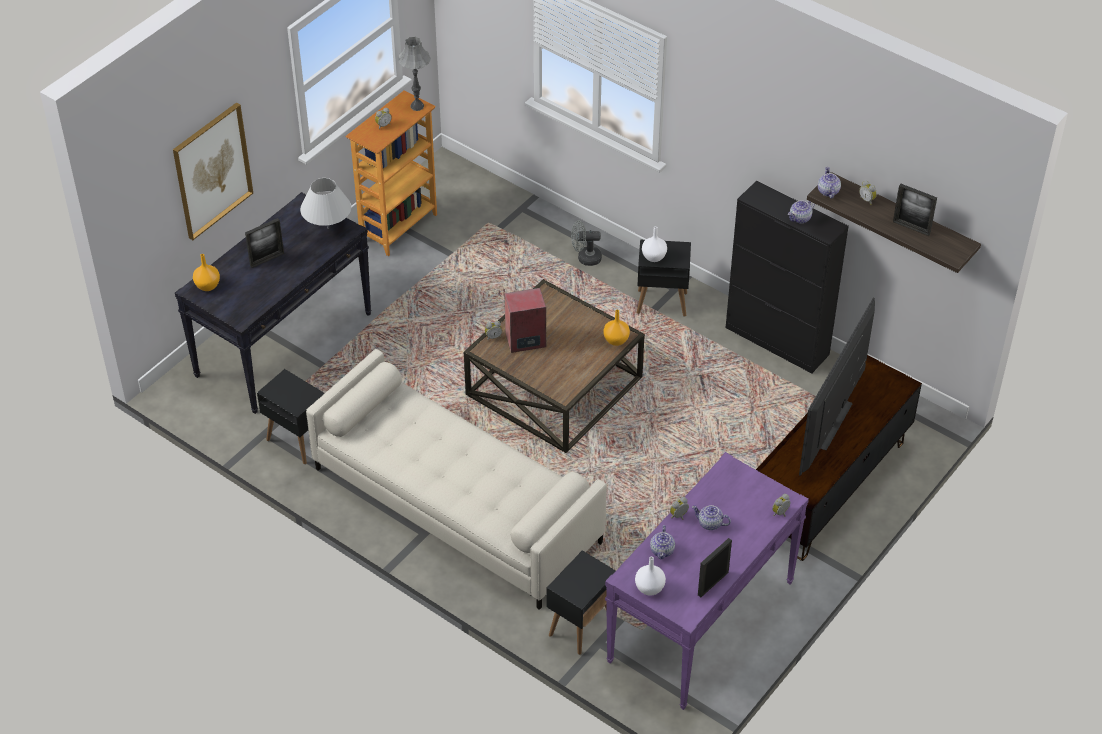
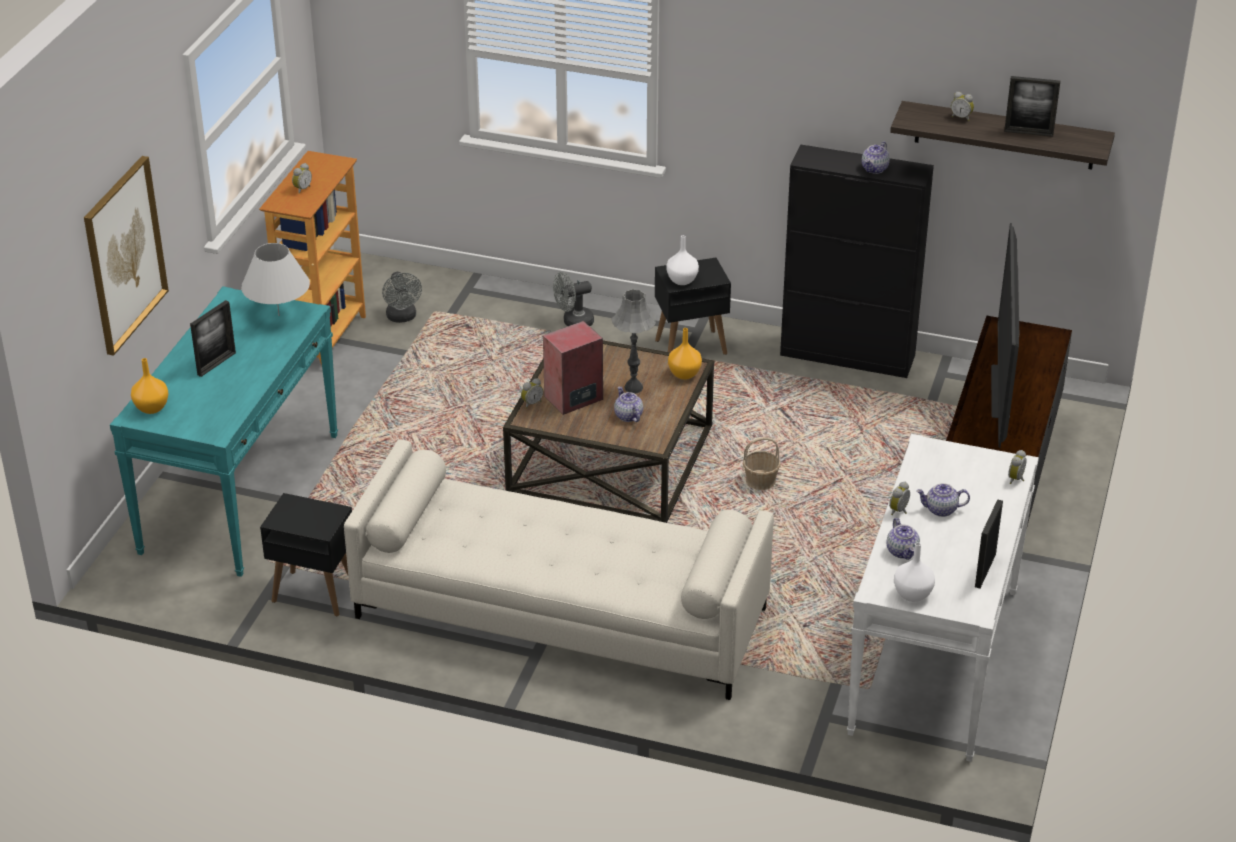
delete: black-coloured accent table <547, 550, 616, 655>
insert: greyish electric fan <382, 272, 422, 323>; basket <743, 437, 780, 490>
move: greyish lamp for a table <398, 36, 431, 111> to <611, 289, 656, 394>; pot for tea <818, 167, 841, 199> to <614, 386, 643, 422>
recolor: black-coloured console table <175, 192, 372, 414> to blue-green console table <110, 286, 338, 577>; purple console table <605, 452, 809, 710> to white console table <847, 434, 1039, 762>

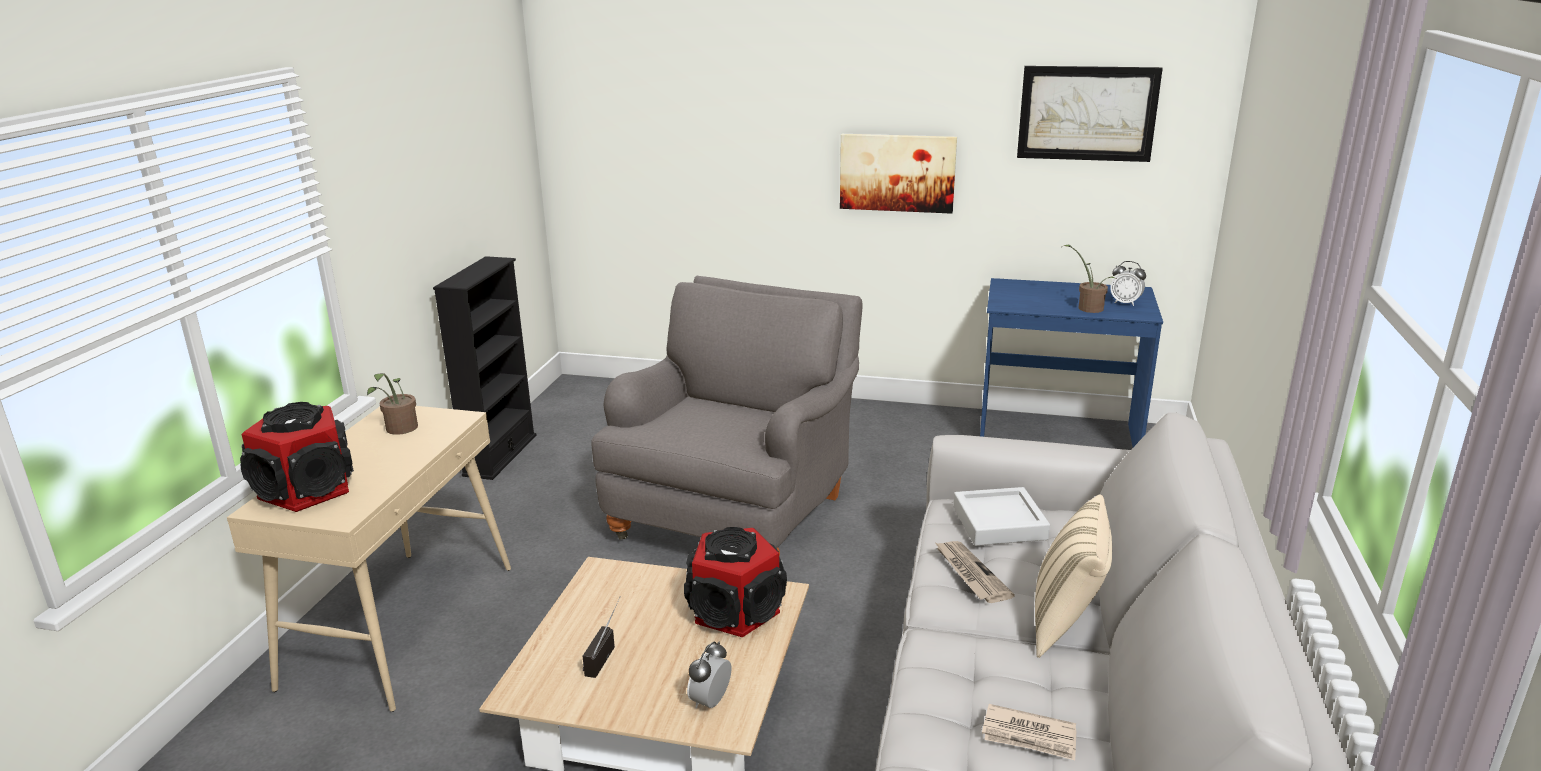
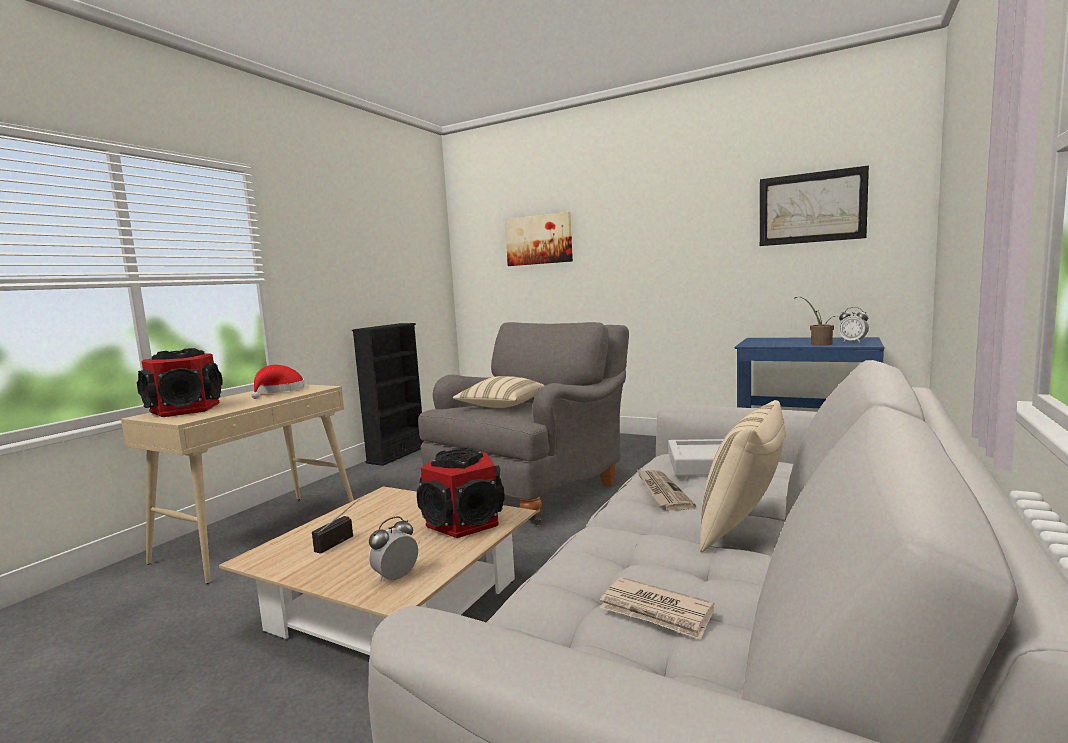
insert: beige cushion <453, 376, 545, 408>
move: picture <840, 134, 957, 214> to <505, 212, 573, 266>
replace: potted plant <367, 373, 418, 435> to reddish clothing hat <251, 365, 305, 399>

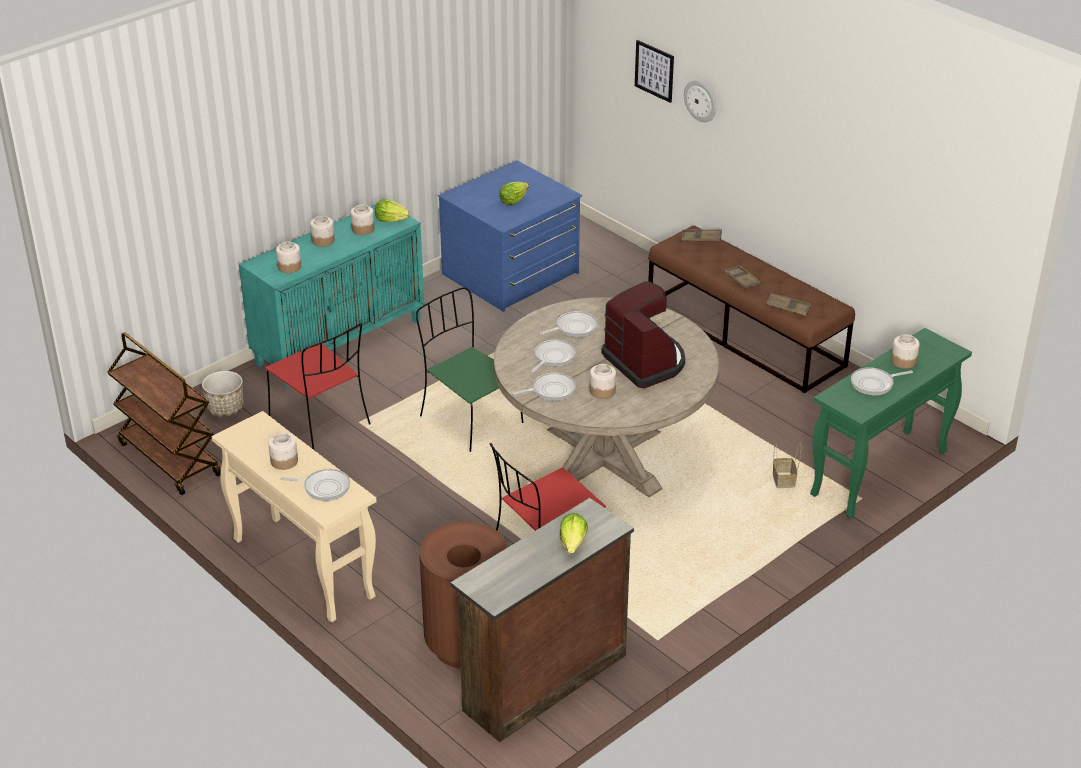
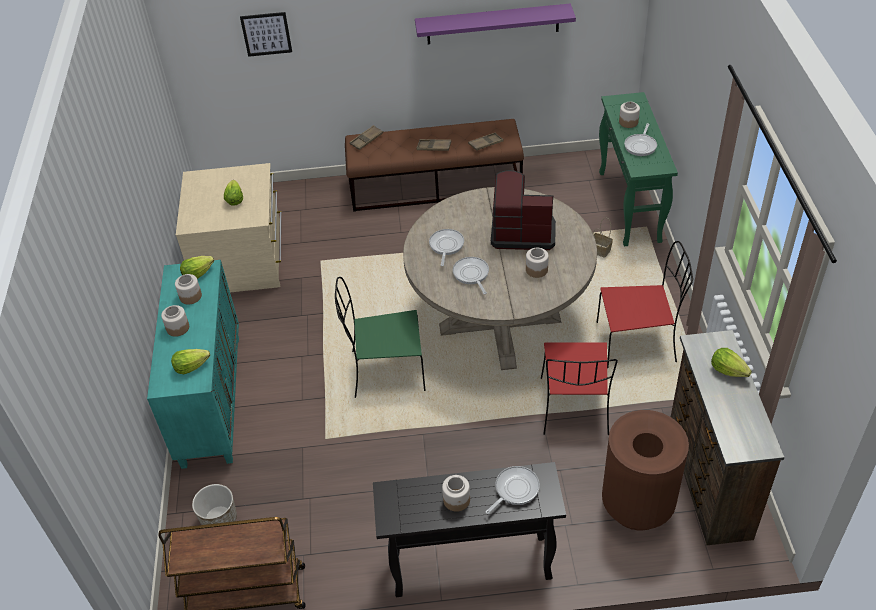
delete: wall clock <684, 80, 716, 122>; frying pan <512, 373, 576, 401>
insert: purple bracket shelf <415, 3, 576, 44>
move: reddish plain chair <265, 323, 370, 450> to <596, 241, 693, 368>
replace: jar <276, 241, 301, 273> to lettuce <171, 349, 210, 374>
recolor: bluish dresser <438, 160, 582, 312> to beige dresser <176, 163, 282, 292>; beige console table <211, 411, 377, 623> to black-coloured console table <373, 462, 566, 597>

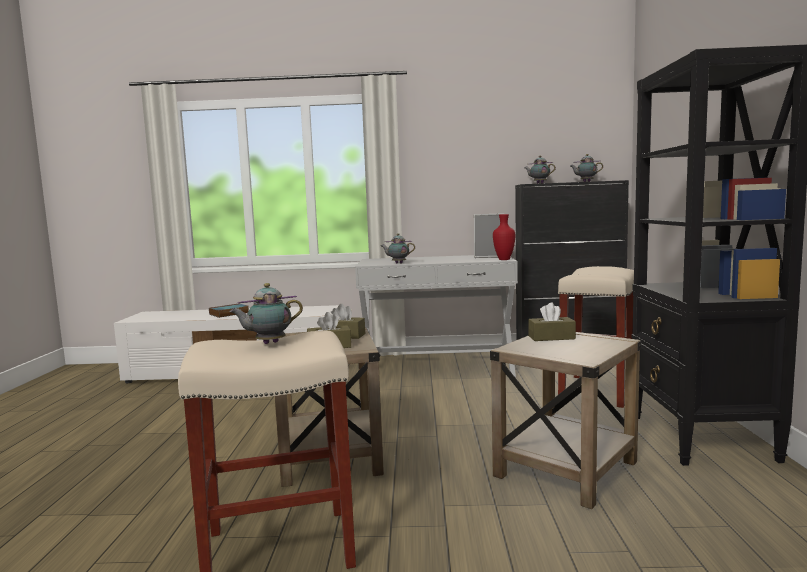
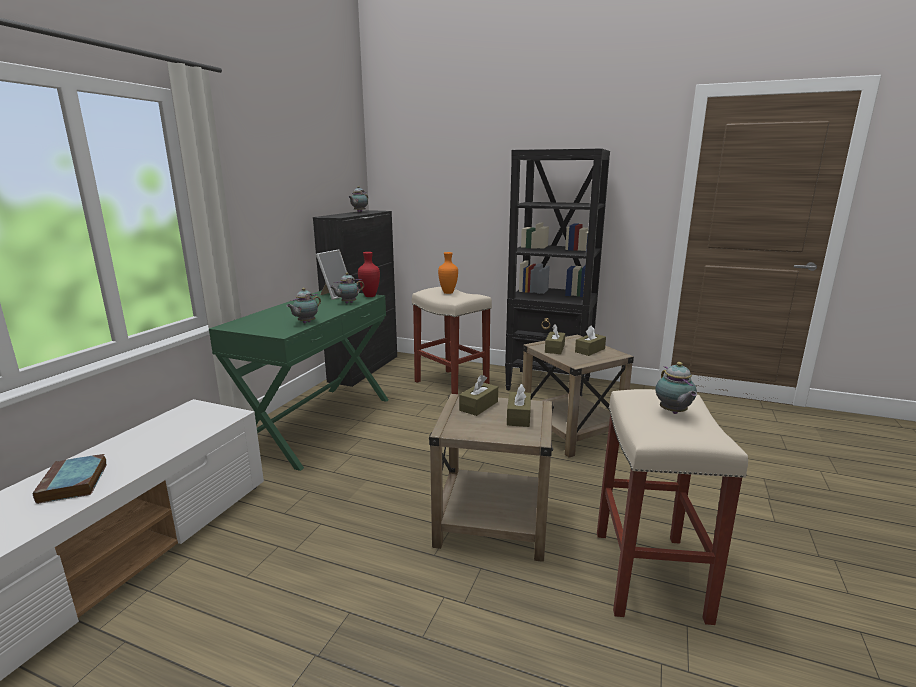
insert: orange decorative vase <438, 252, 458, 294>; brownish box of tissues <575, 325, 606, 356>
move: pot for tea <524, 156, 556, 184> to <330, 273, 364, 304>
recolor: white console table <355, 255, 518, 377> to greenish console table <209, 290, 389, 471>

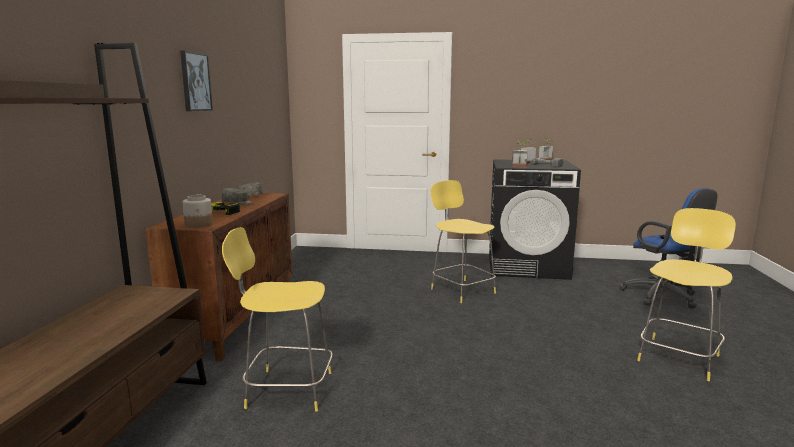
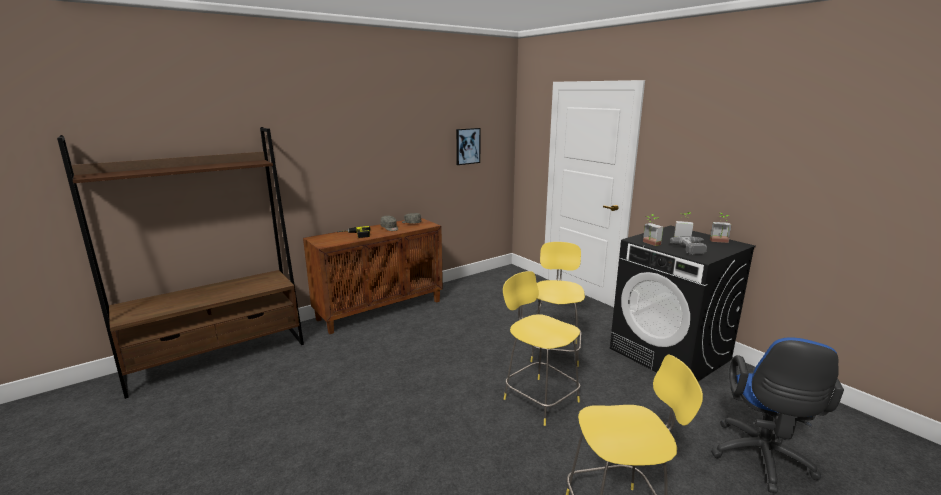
delete: jar <183, 195, 213, 228>
move: picture <180, 51, 213, 111> to <456, 128, 481, 165>; yellow stool <222, 227, 333, 411> to <503, 271, 580, 426>

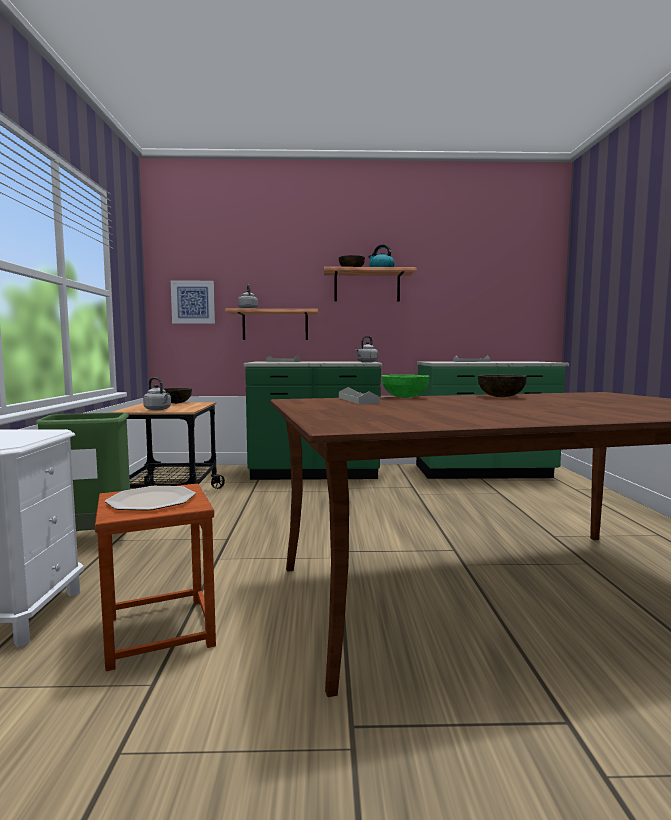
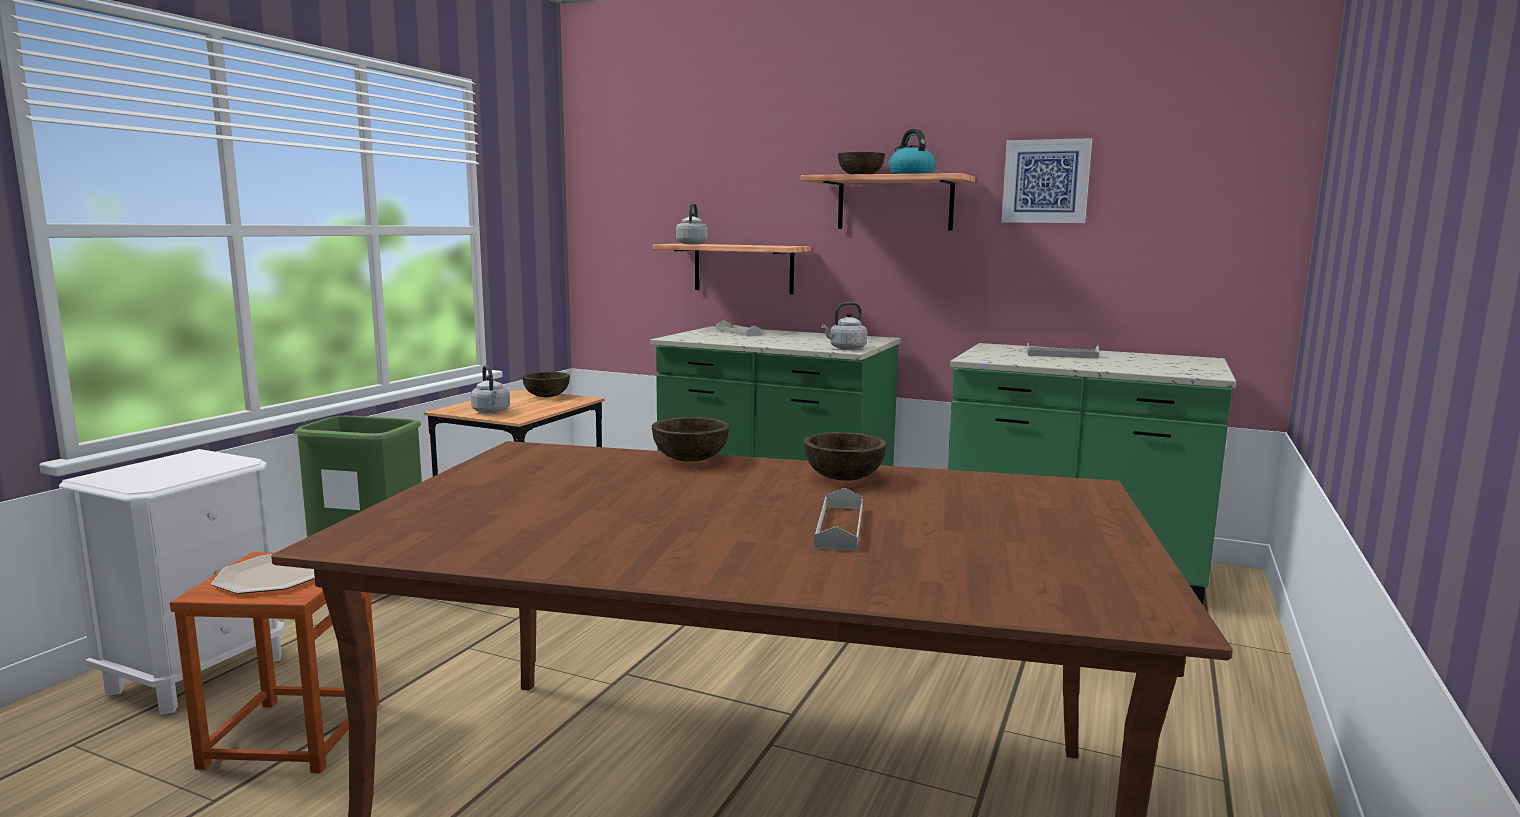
move: picture <171, 281, 215, 324> to <1001, 138, 1092, 223>; greyish tray <339, 387, 379, 404> to <814, 488, 863, 551>
recolor: greenish deep dish <382, 375, 429, 398> to brownish deep dish <652, 417, 729, 462>

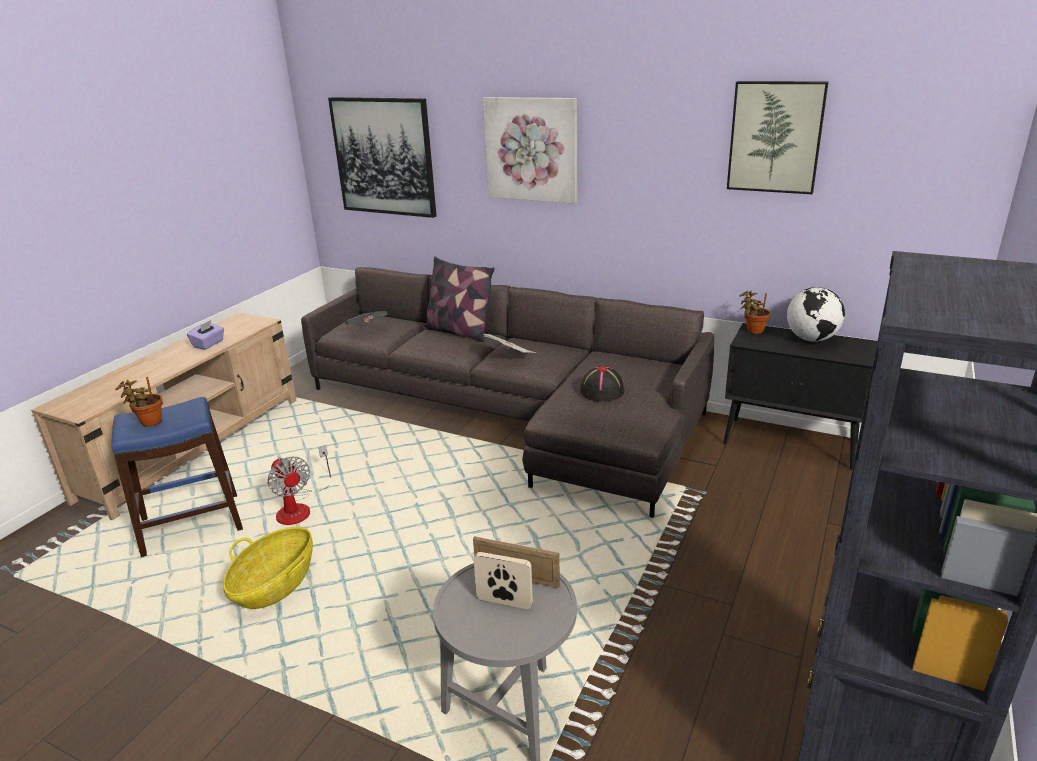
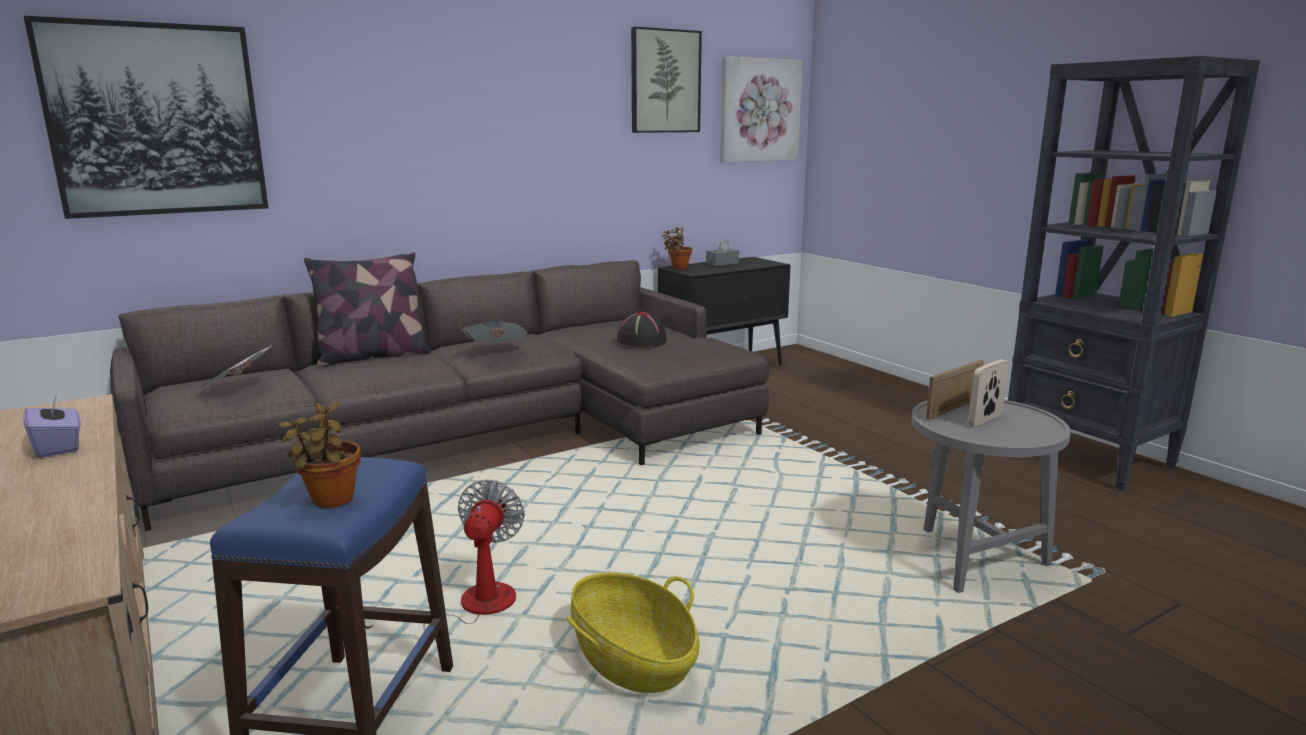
move: picture <483, 97, 577, 204> to <720, 56, 803, 162>
replace: world globe <787, 287, 845, 342> to greyish box of tissues <706, 238, 739, 266>
rotate: electric fan <268, 445, 331, 525> = <365, 479, 525, 630> 75 degrees counterclockwise

